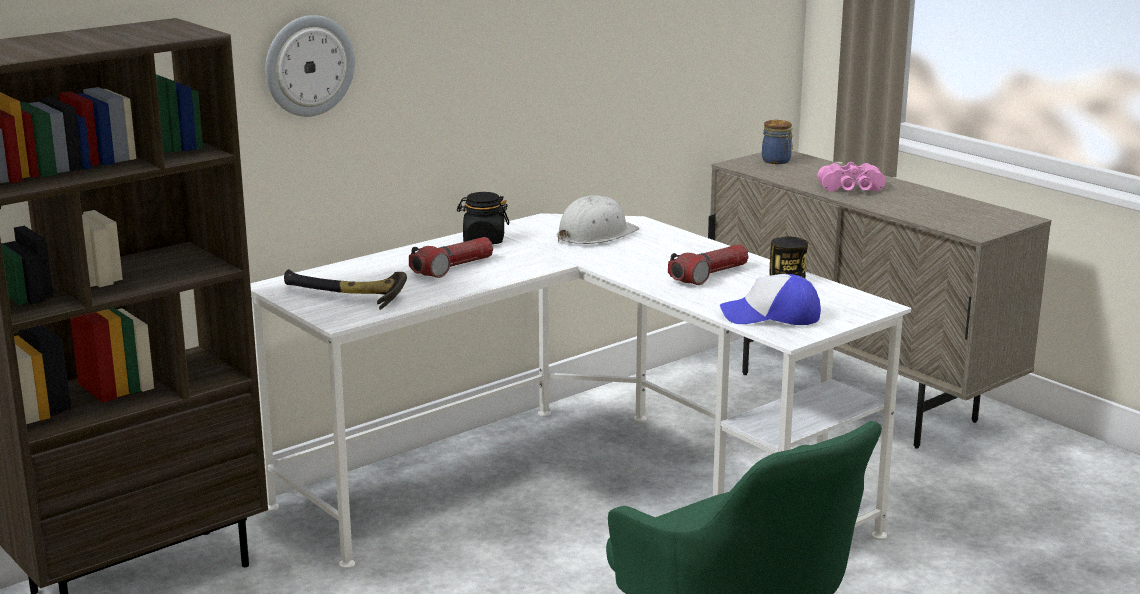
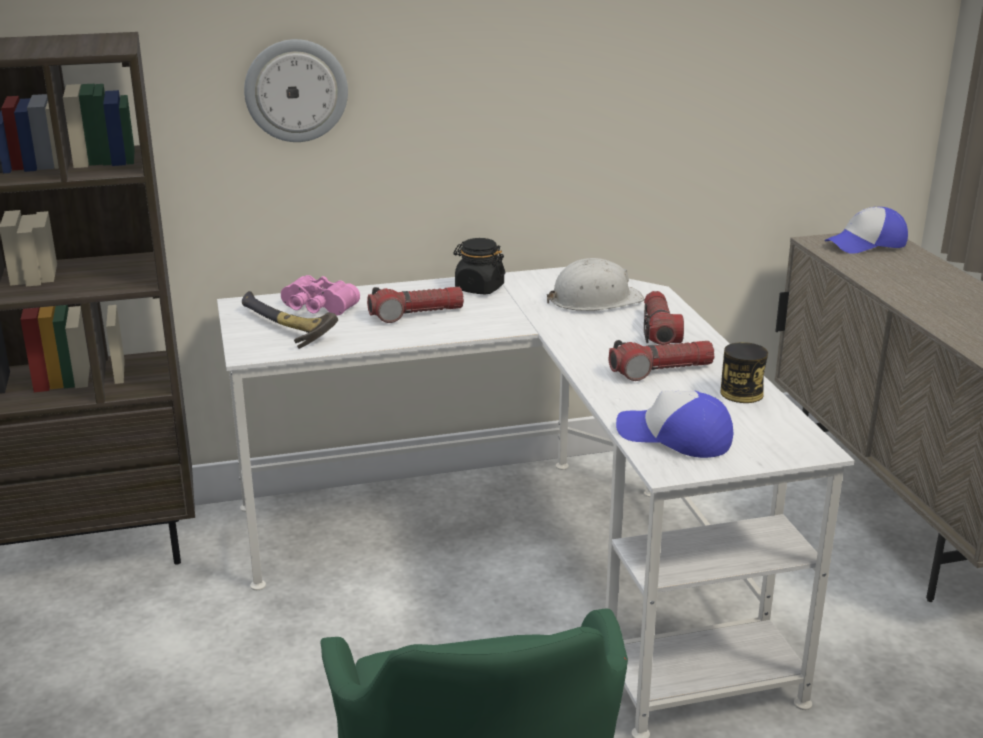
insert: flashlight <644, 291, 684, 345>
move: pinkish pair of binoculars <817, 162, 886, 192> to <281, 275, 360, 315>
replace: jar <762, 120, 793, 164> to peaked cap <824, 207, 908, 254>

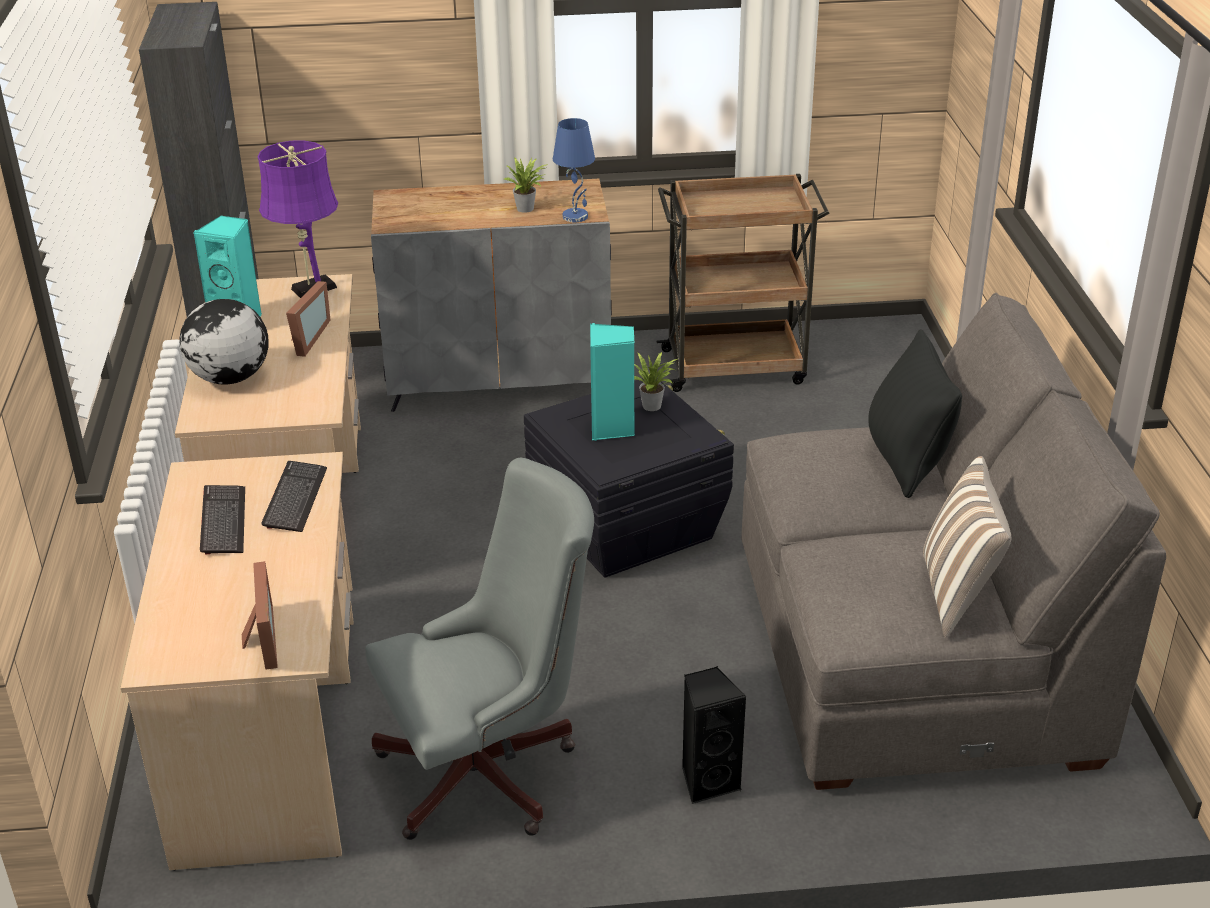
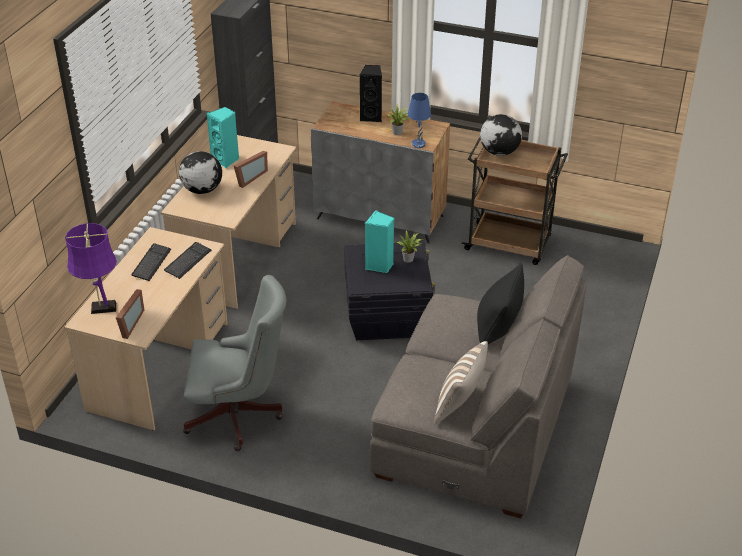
insert: world globe <480, 114, 522, 156>
move: purple lamp for a table <258, 140, 338, 298> to <65, 223, 117, 314>; black-coloured speaker <682, 666, 747, 804> to <360, 65, 382, 122>

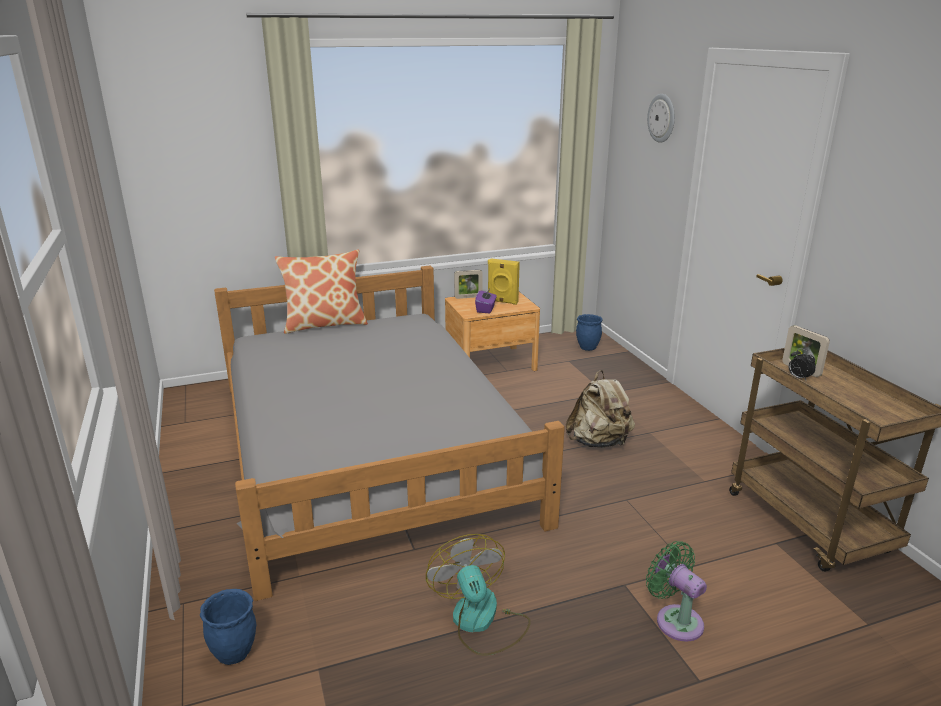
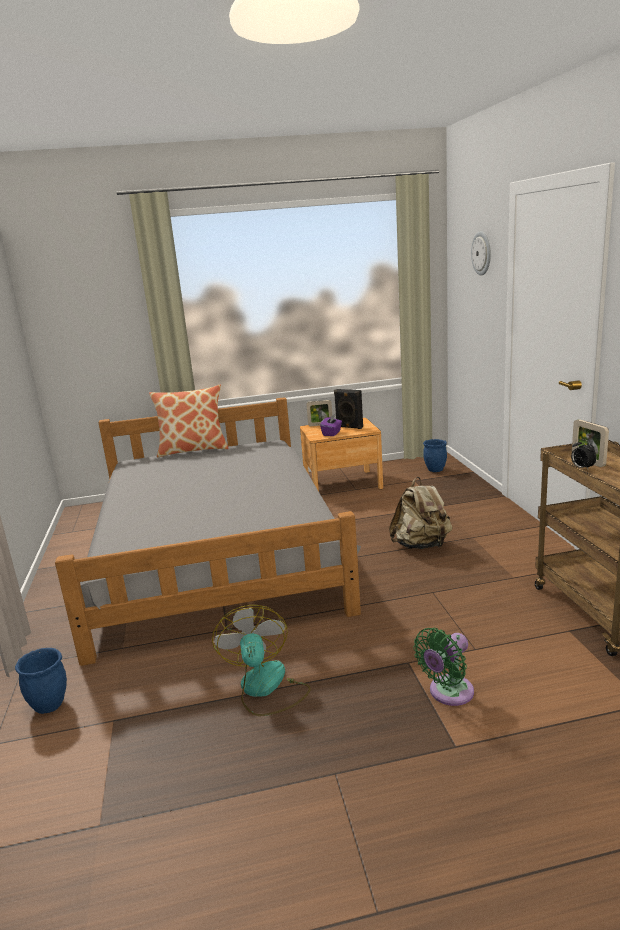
recolor: yellow speaker <488, 258, 520, 305> to black-coloured speaker <334, 389, 363, 429>
rotate: greenish electric fan <646, 541, 707, 642> = <413, 628, 474, 706> 105 degrees counterclockwise

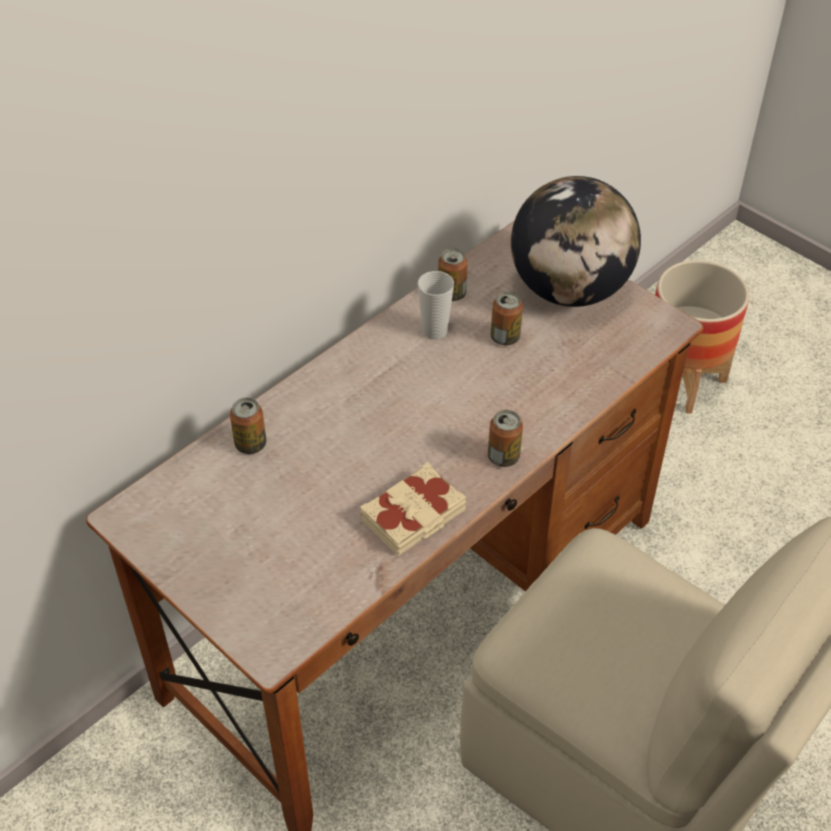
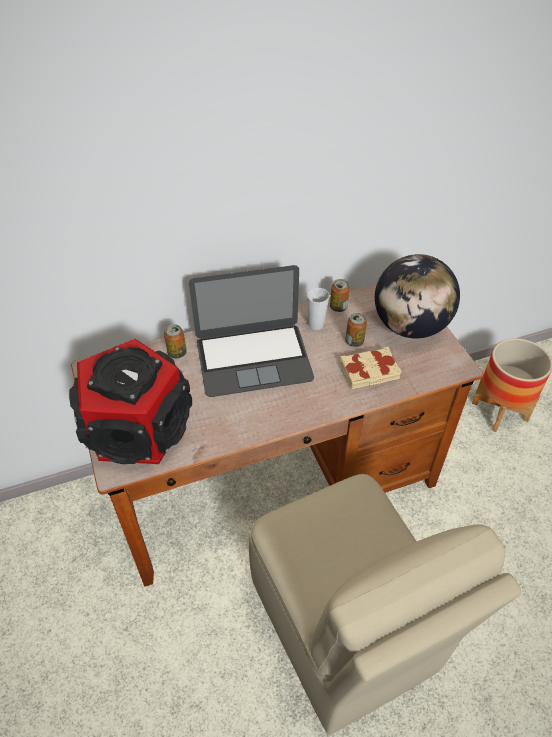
delete: can <488, 410, 523, 467>
insert: portable computer <189, 265, 314, 397>; speaker <69, 339, 192, 464>
move: beige book <360, 462, 466, 556> to <340, 347, 401, 389>

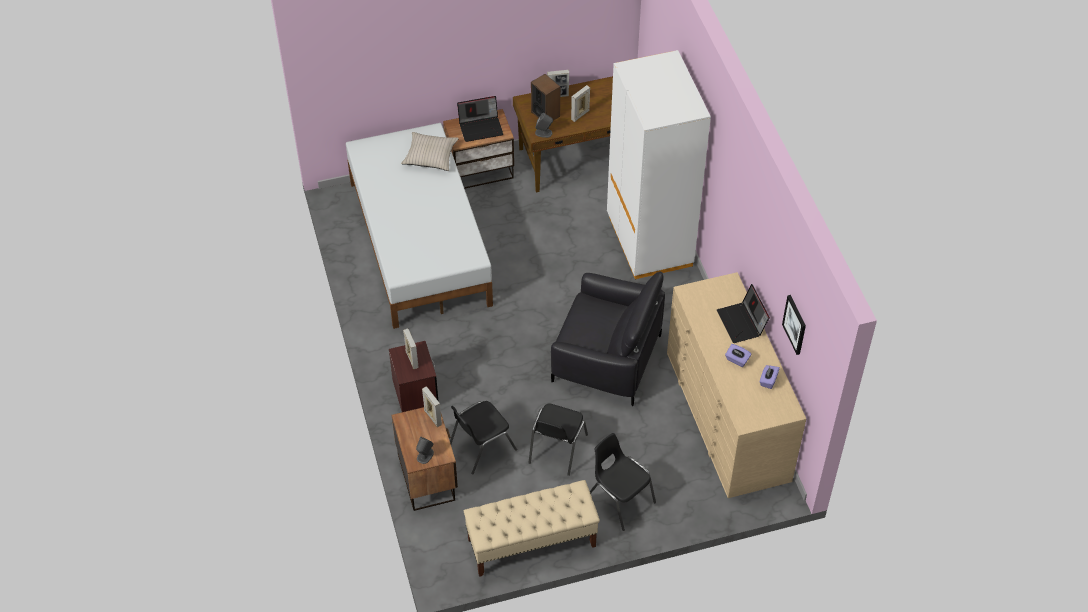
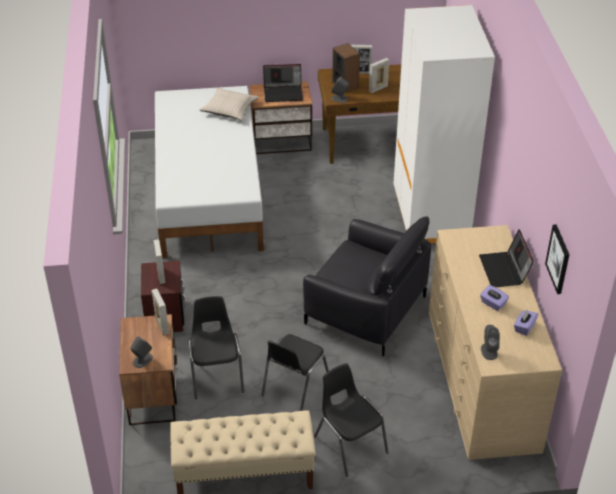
insert: greyish speaker <481, 325, 500, 360>
rotate: black-coloured plain chair <450, 401, 517, 475> = <189, 296, 244, 399> 105 degrees clockwise

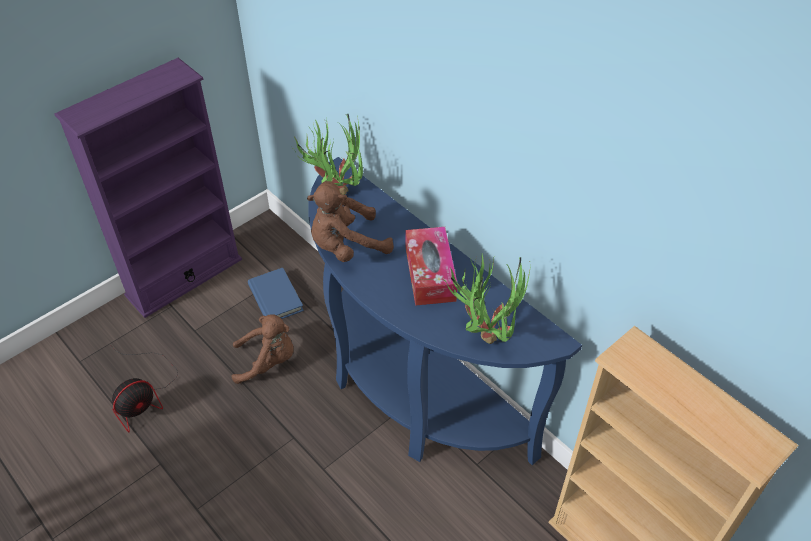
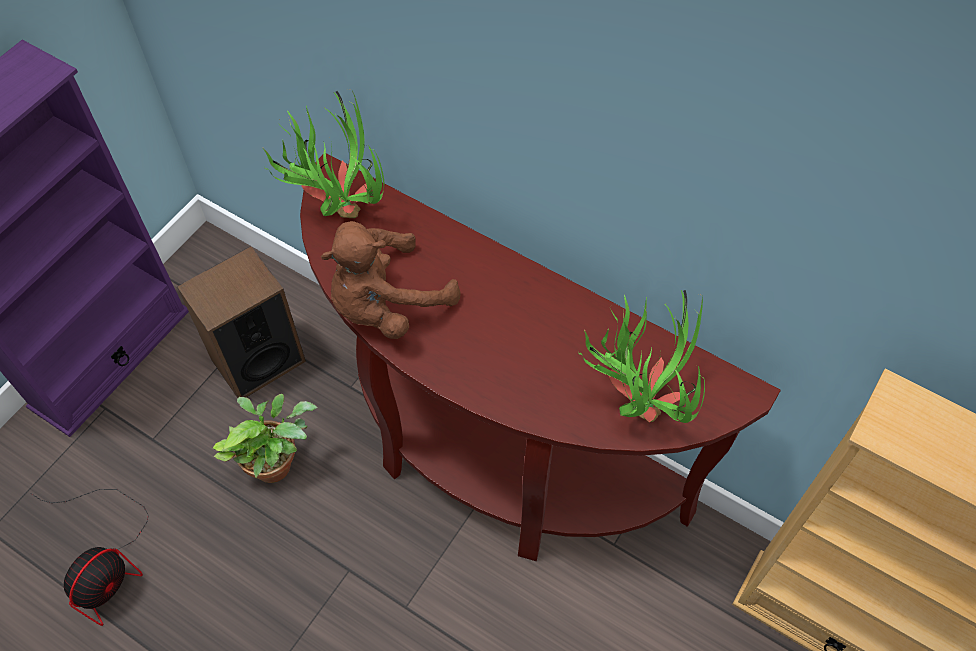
delete: box of tissues <406, 227, 457, 306>
replace: bluish book <248, 268, 304, 319> to speaker <177, 246, 306, 398>; brownish cuddly toy <231, 315, 294, 384> to potted plant <213, 394, 318, 483>
recolor: bluish console table <309, 157, 582, 465> to brownish console table <300, 153, 781, 561>

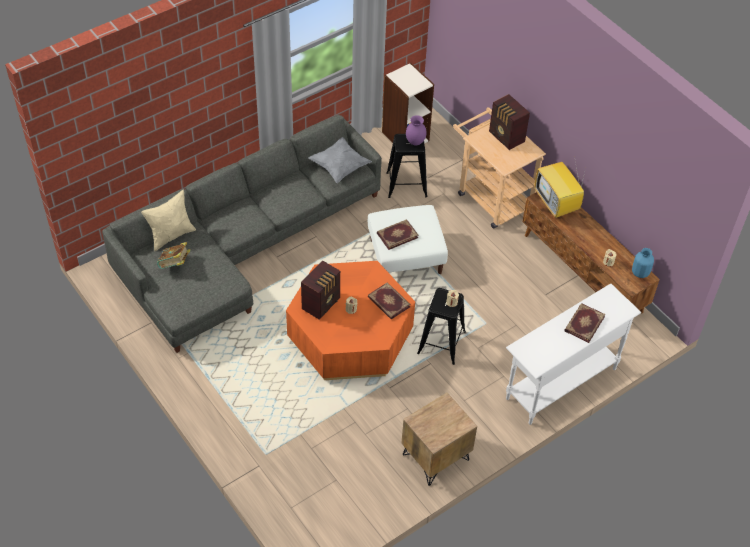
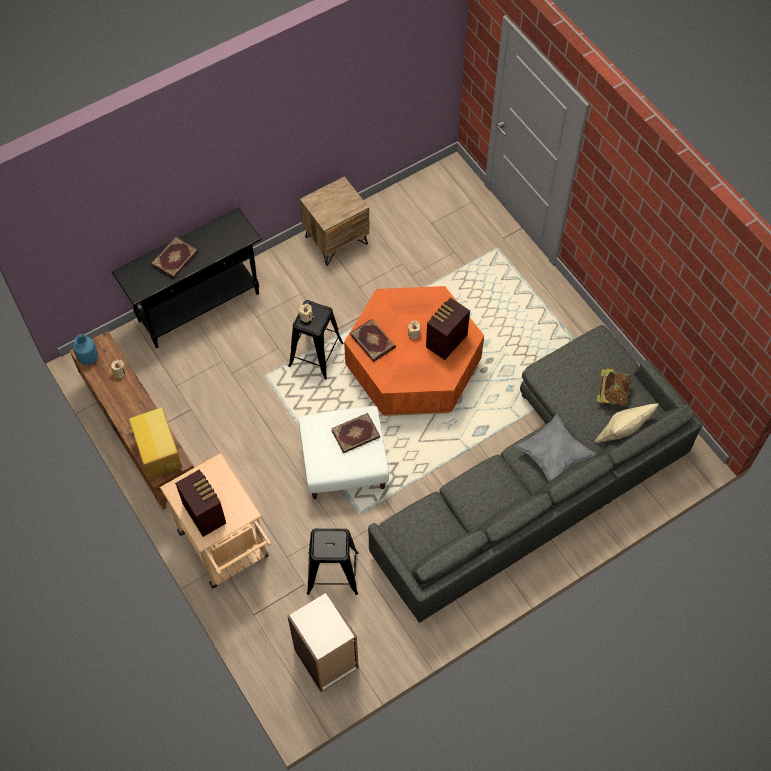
delete: purple decorative vase <406, 115, 427, 145>
move: greyish cushion <308, 137, 372, 183> to <515, 414, 595, 481>
recolor: white console table <506, 283, 641, 425> to black-coloured console table <112, 207, 262, 348>

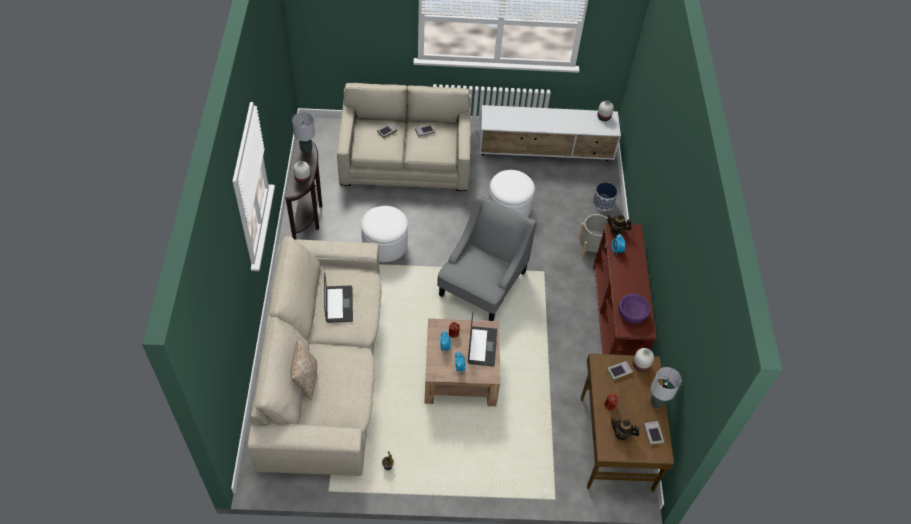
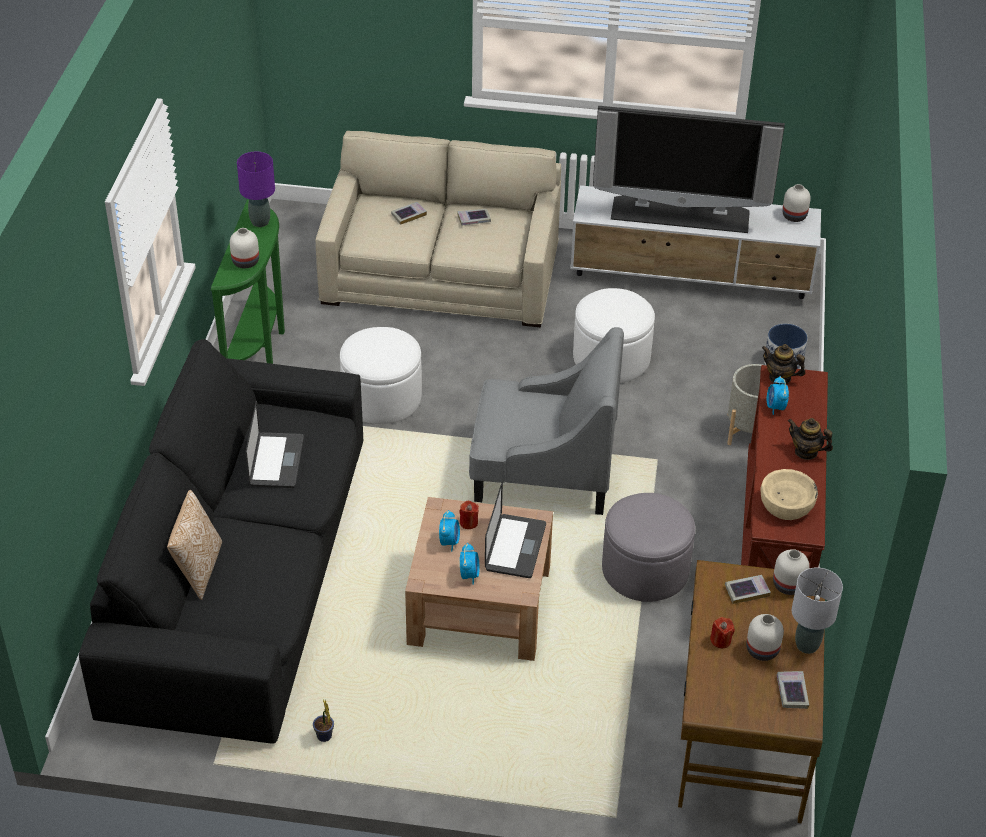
insert: TV <593, 106, 785, 233>; greyish footrest <602, 493, 695, 602>; white decorative vase <746, 614, 784, 661>
move: pot for tea <610, 418, 640, 440> to <788, 418, 833, 460>
recolor: greyish lamp for a table <292, 112, 315, 154> to purple lamp for a table <237, 151, 275, 227>; brownish console table <285, 138, 322, 239> to greenish console table <211, 200, 285, 364>; beige settee <248, 236, 382, 476> to black-coloured settee <79, 339, 363, 744>; purple deep dish <619, 294, 651, 324> to beige deep dish <760, 469, 818, 520>
rotate: greyish lounge chair <437, 194, 537, 321> = <469, 327, 624, 515> 60 degrees clockwise

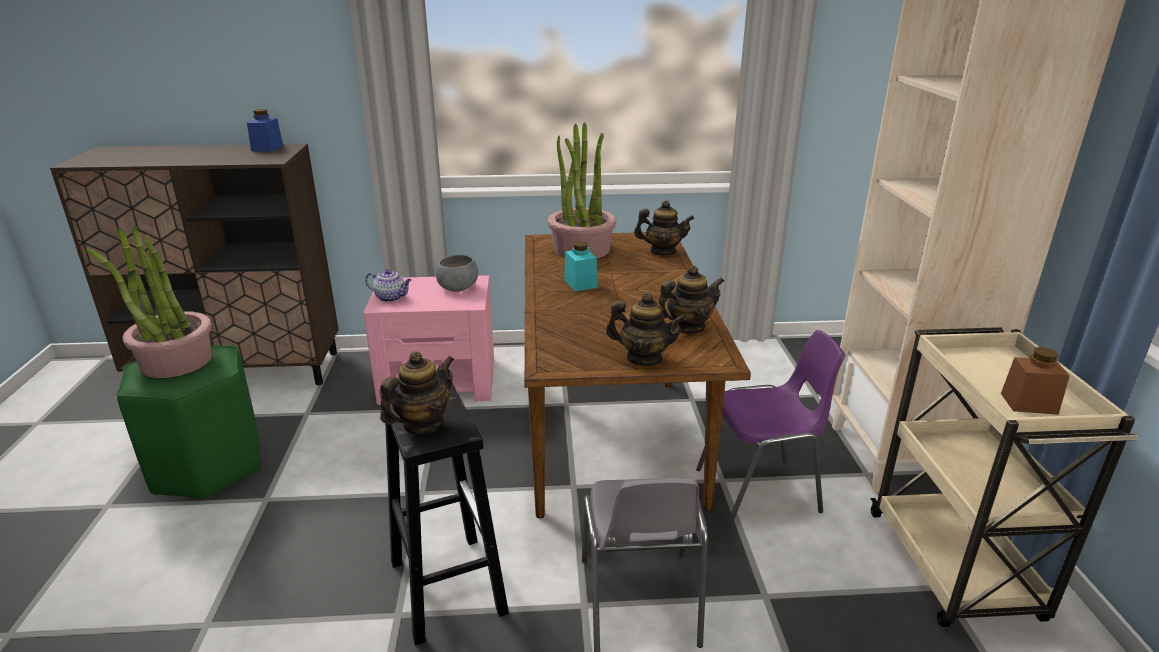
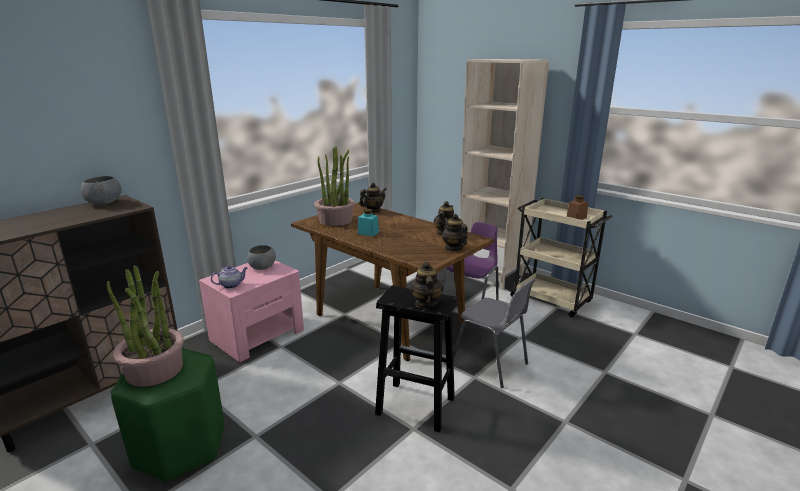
replace: bluish jar <247, 109, 283, 152> to greyish deep dish <81, 176, 122, 205>
rotate: pot for tea <606, 293, 686, 366> = <442, 214, 468, 251> 90 degrees counterclockwise

